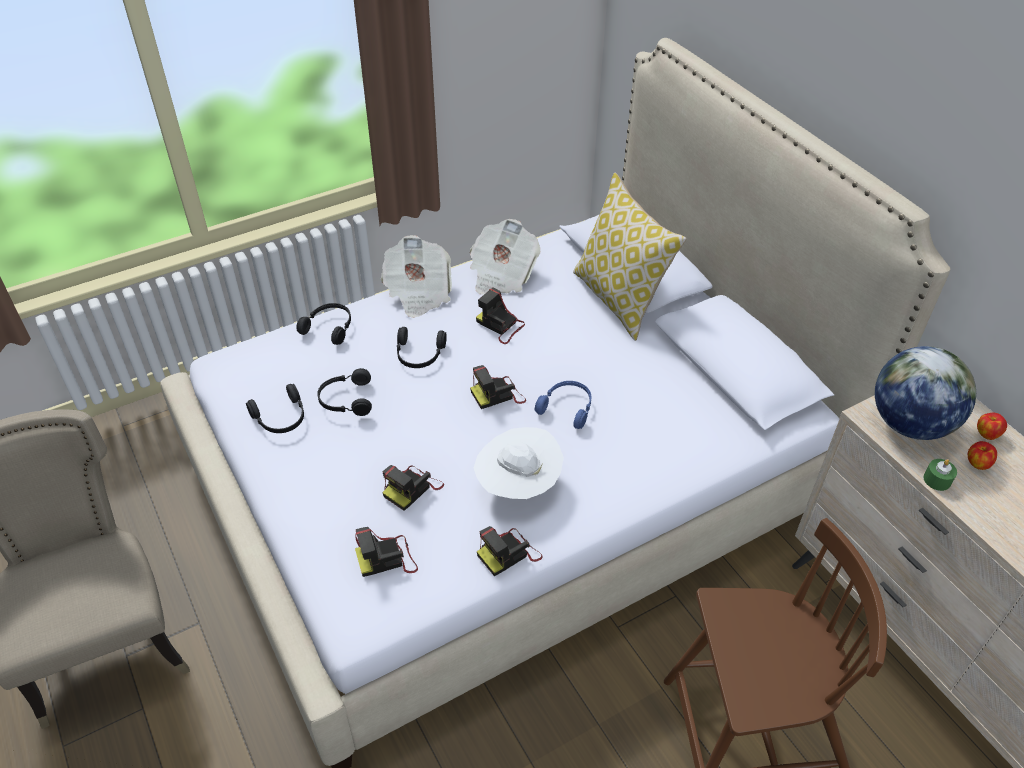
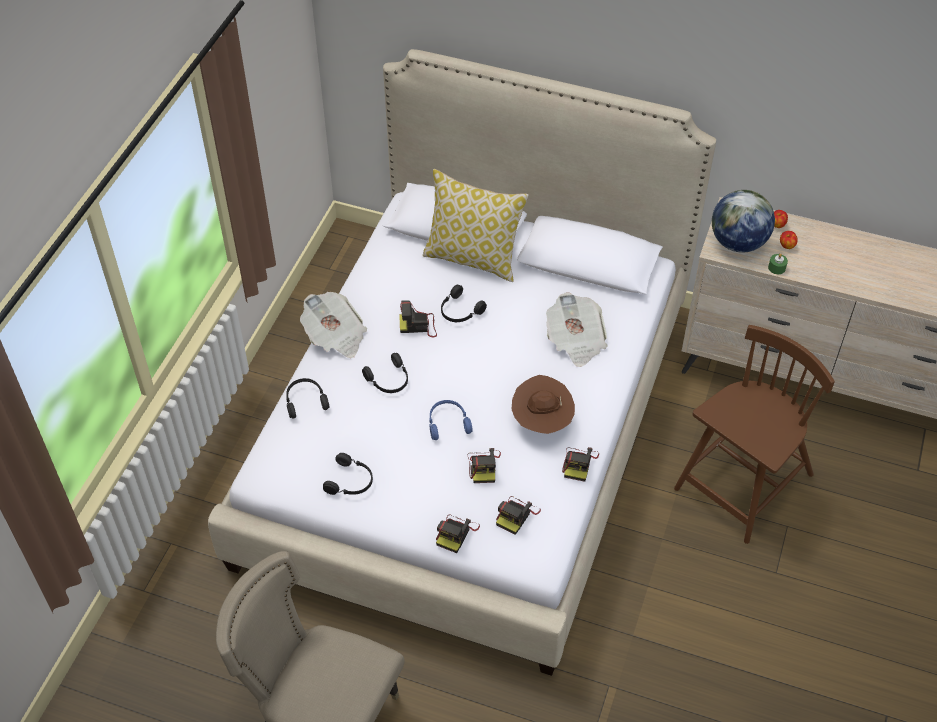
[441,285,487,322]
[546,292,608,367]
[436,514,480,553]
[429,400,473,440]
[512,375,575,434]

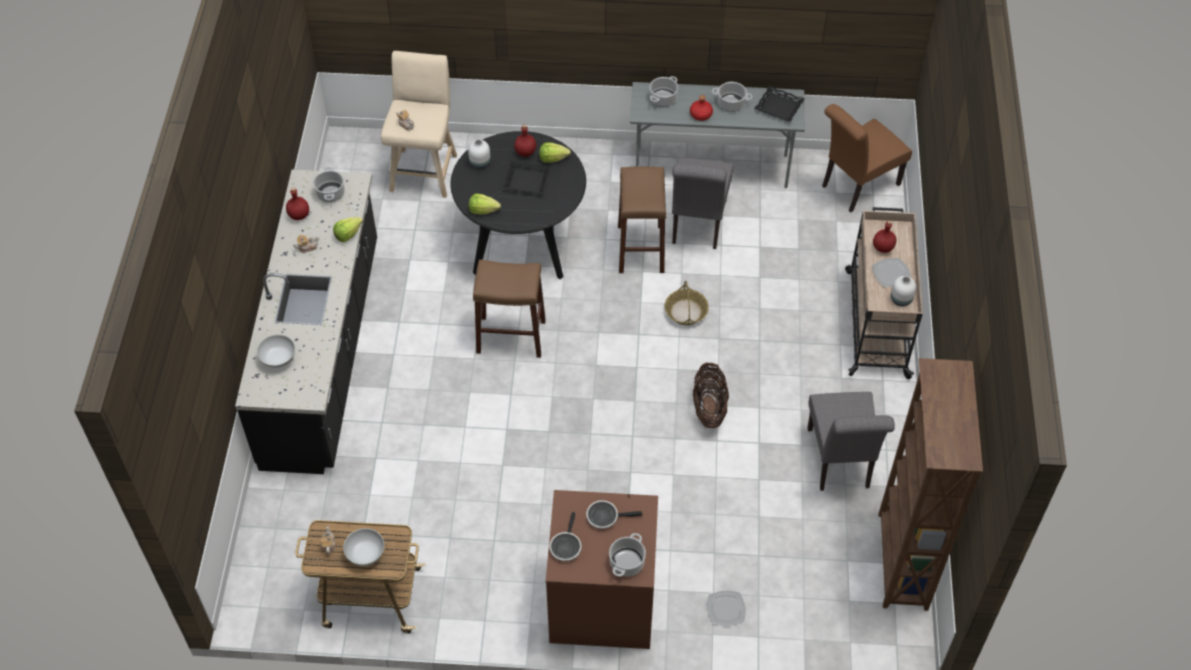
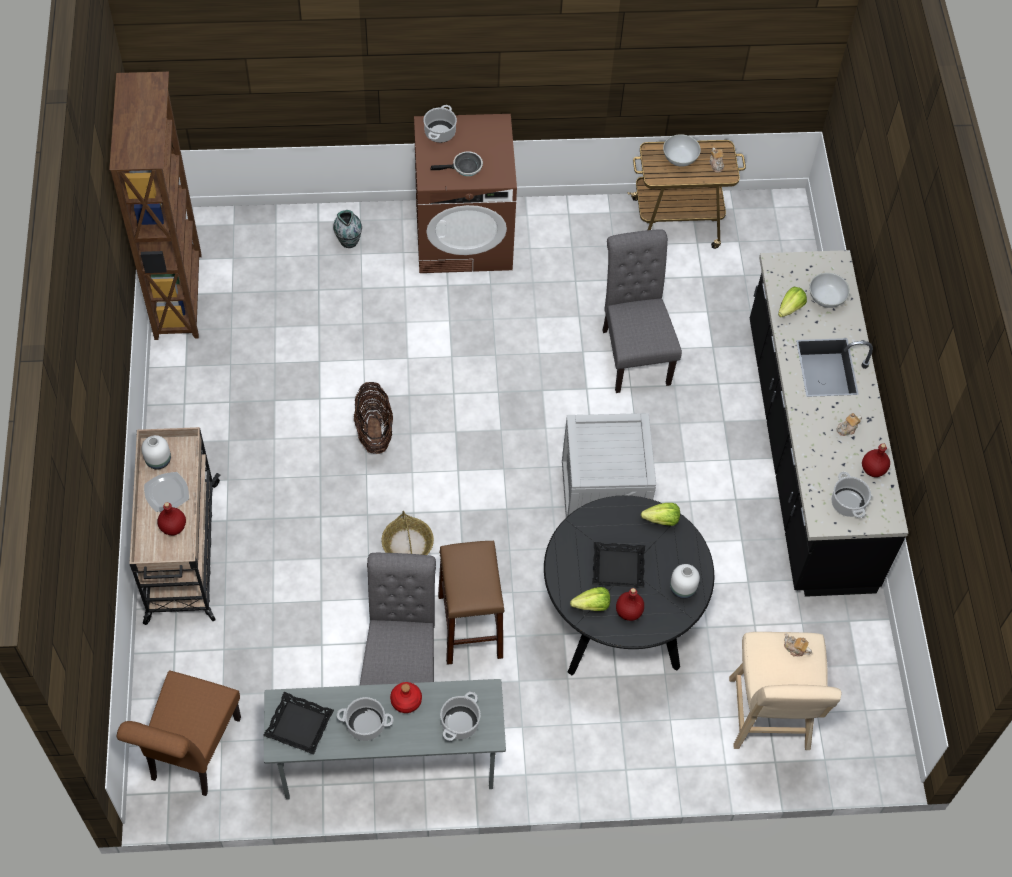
[549,512,581,561] (first image)
[778,287,807,317]
[602,229,682,393]
[562,413,656,517]
[333,210,362,248]
[117,670,241,796]

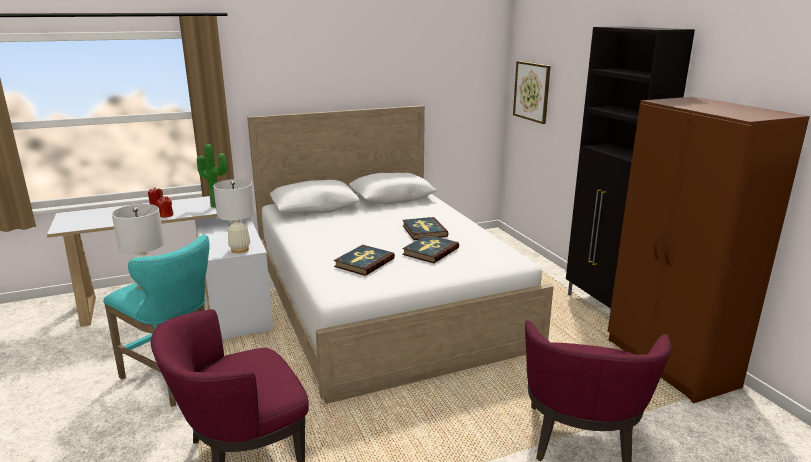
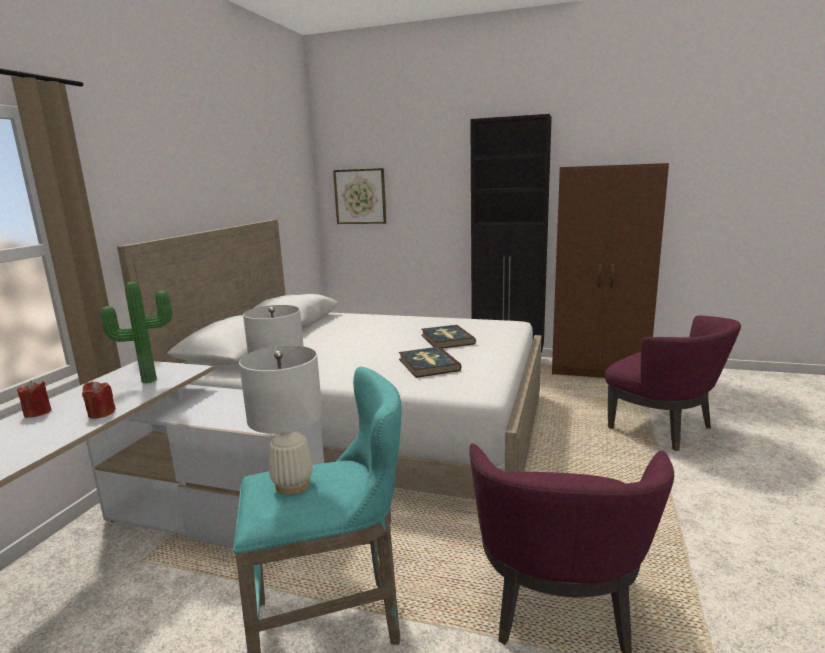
[402,217,448,240] (first image)

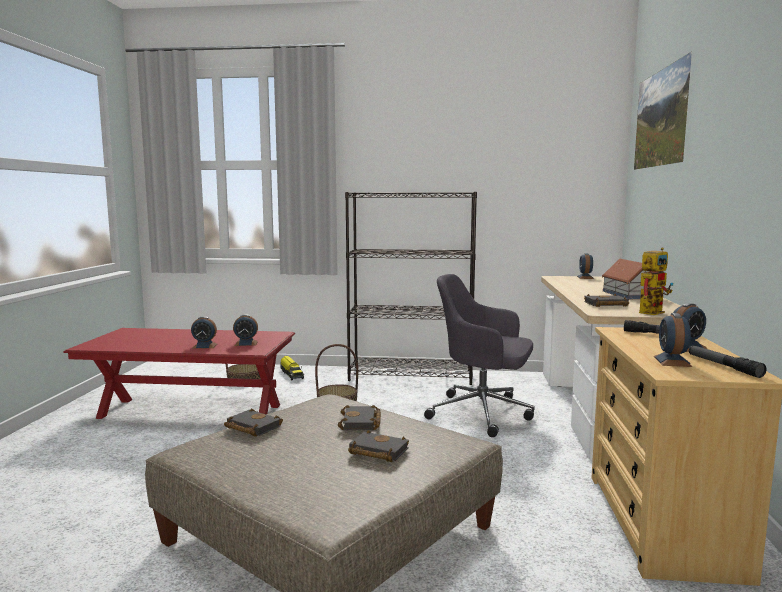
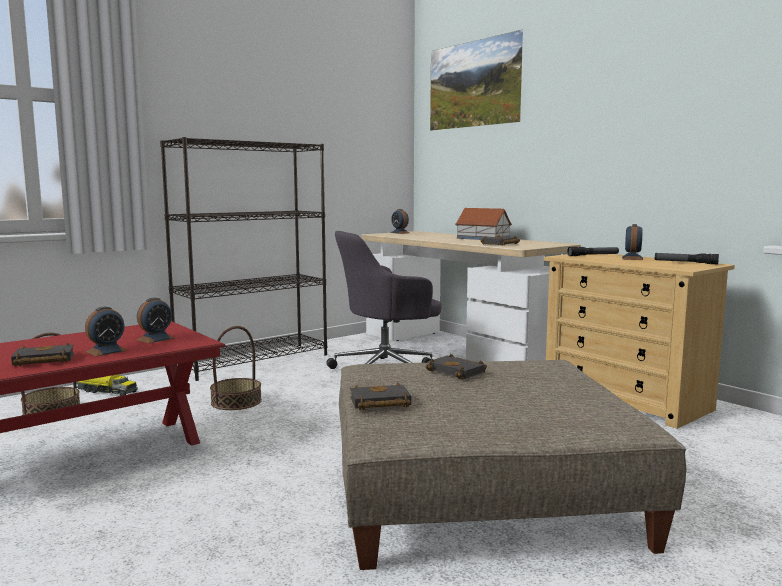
[639,247,673,315] (first image)
[654,313,692,367] (first image)
[11,342,74,367]

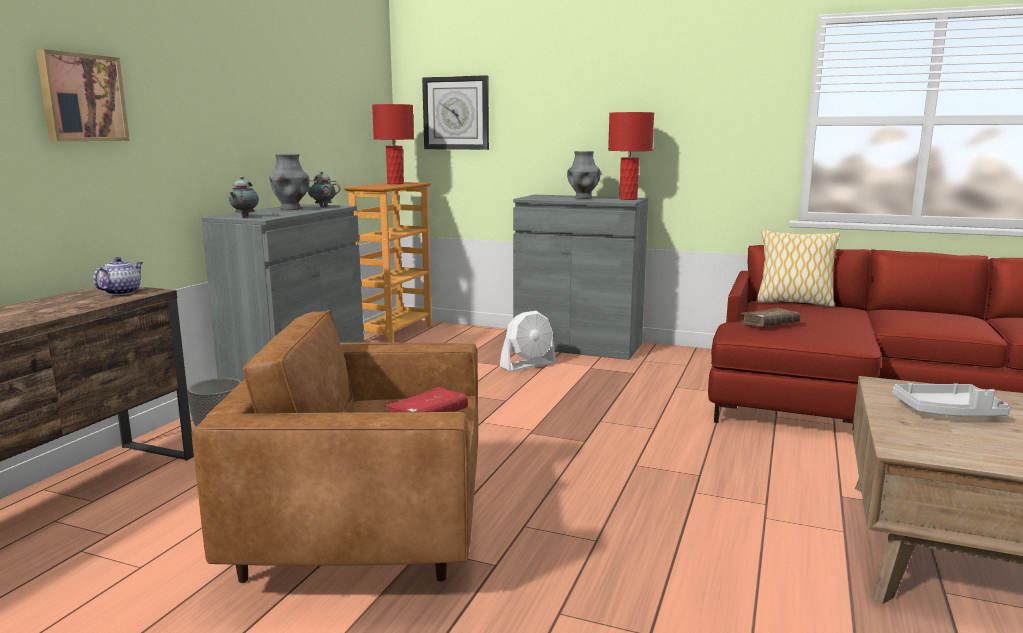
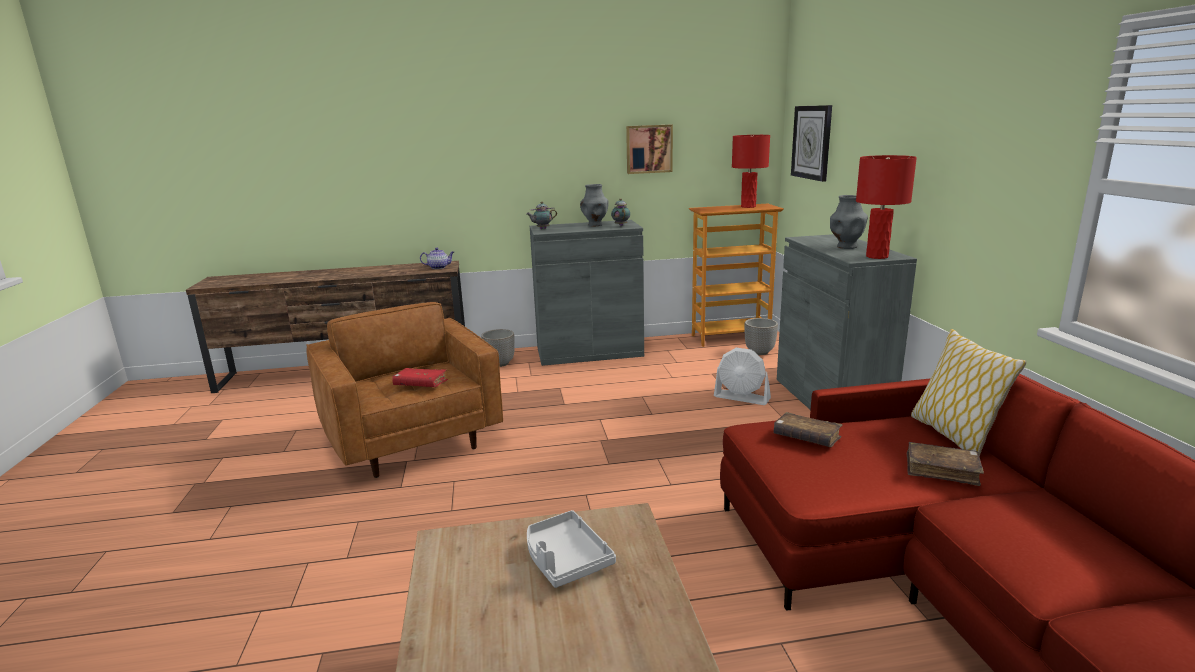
[744,318,778,355]
[907,442,984,486]
[626,125,673,174]

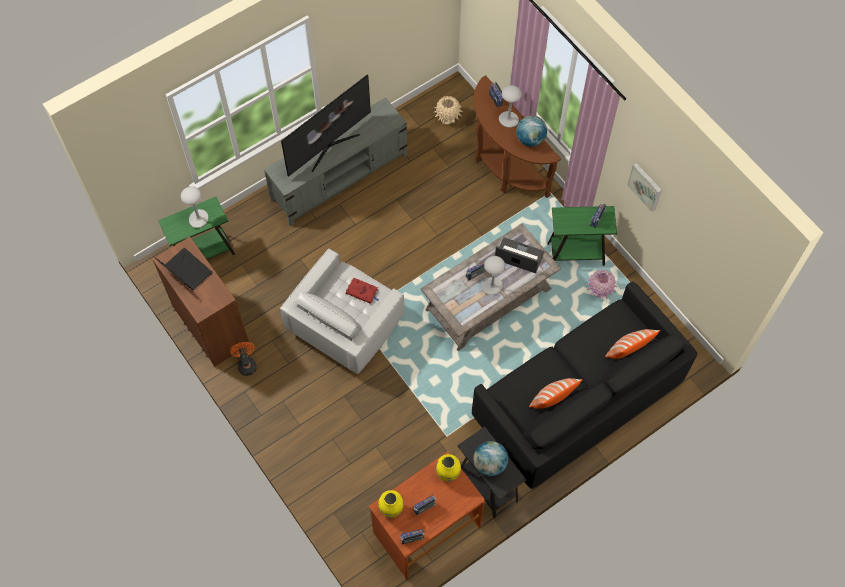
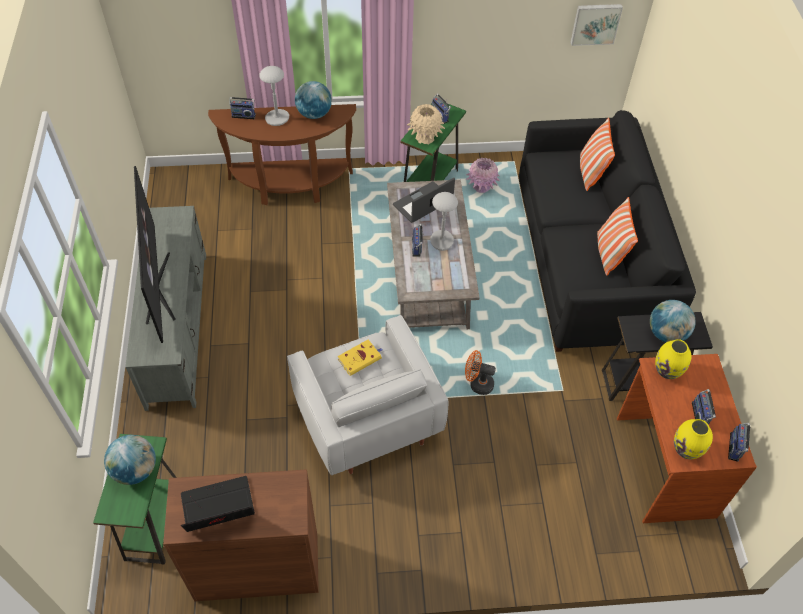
[465,350,496,395]
[407,104,445,145]
[570,4,623,46]
[104,435,156,485]
[338,339,382,376]

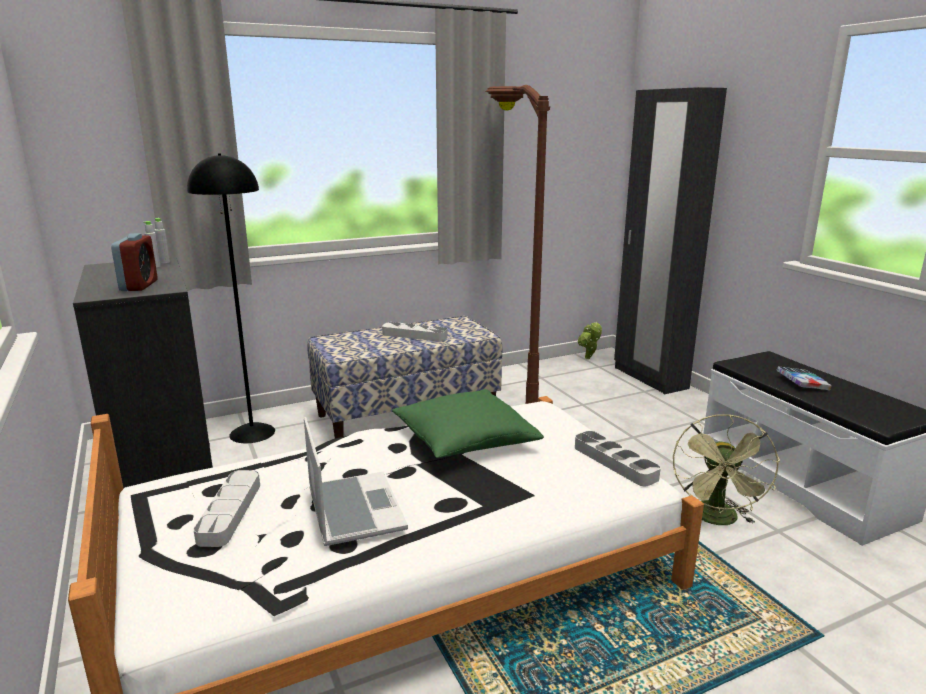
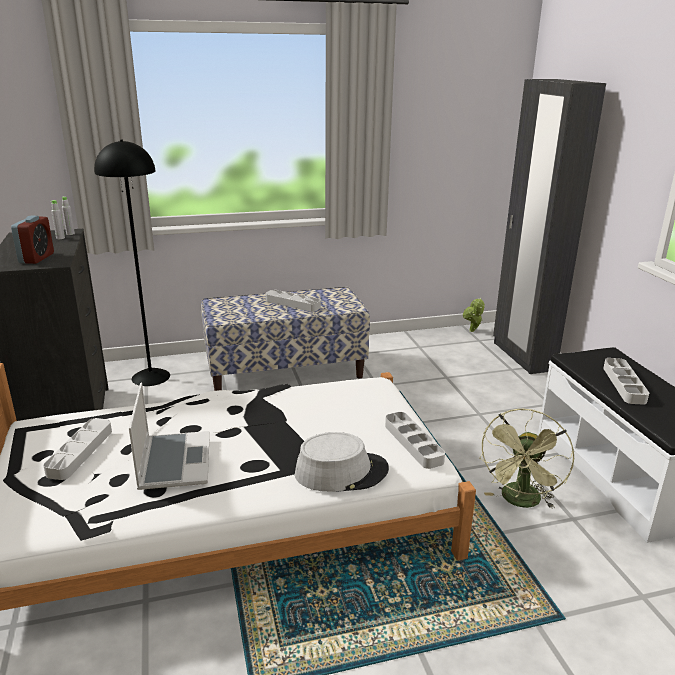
[392,389,544,458] (first image)
[485,85,550,404] (first image)
[295,432,389,492]
[603,358,649,405]

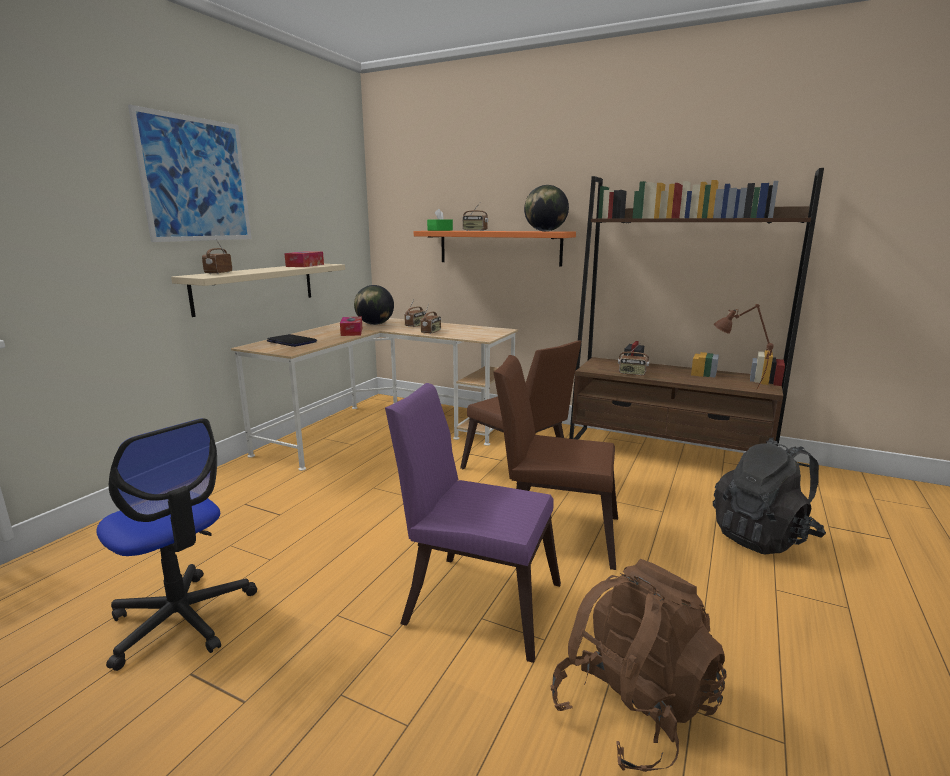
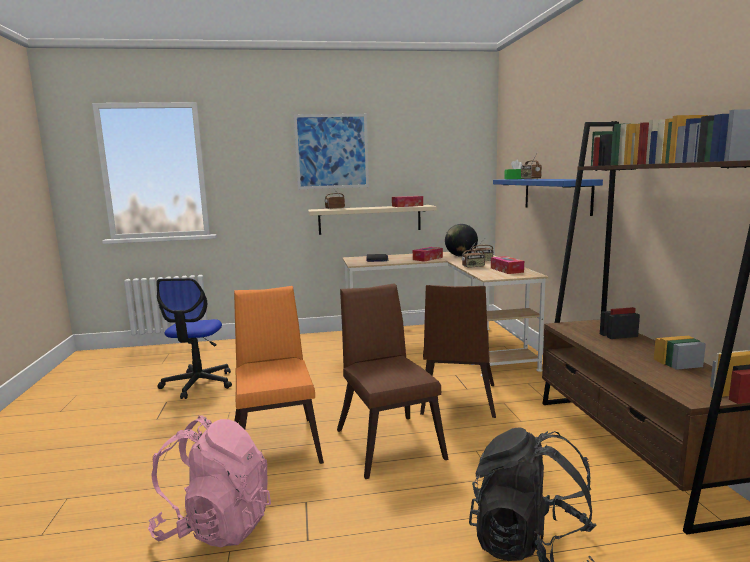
[524,185,569,231] (first image)
[618,343,649,376] (first image)
[714,304,774,390] (first image)
[491,256,524,274]
[234,286,324,464]
[493,179,603,216]
[148,416,271,547]

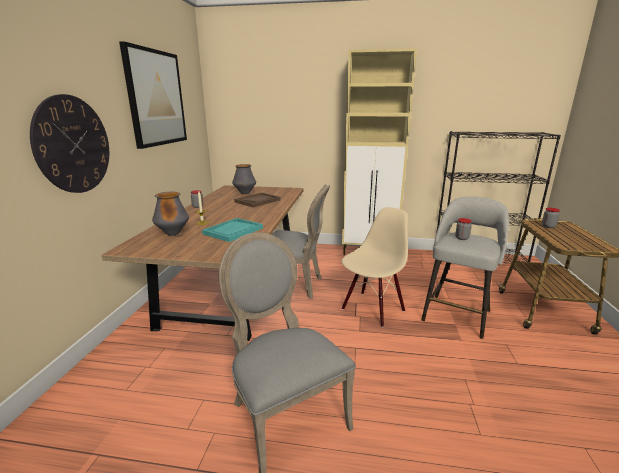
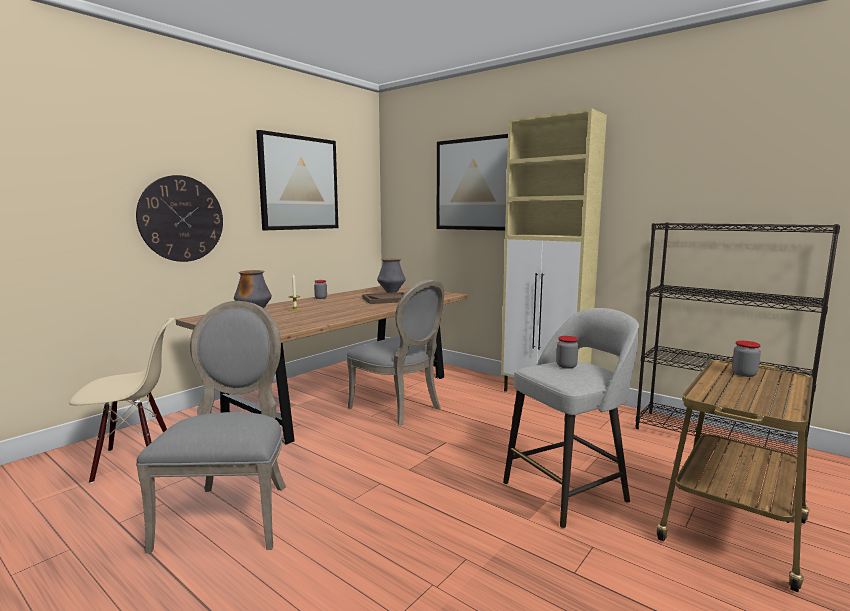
[202,218,263,242] (first image)
[436,134,508,231]
[69,318,174,483]

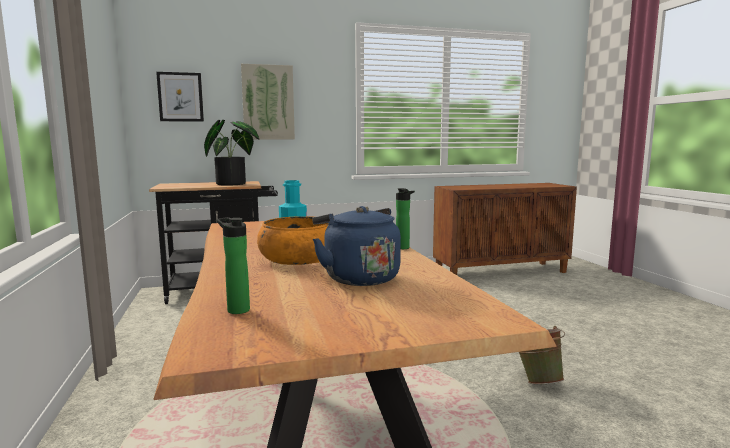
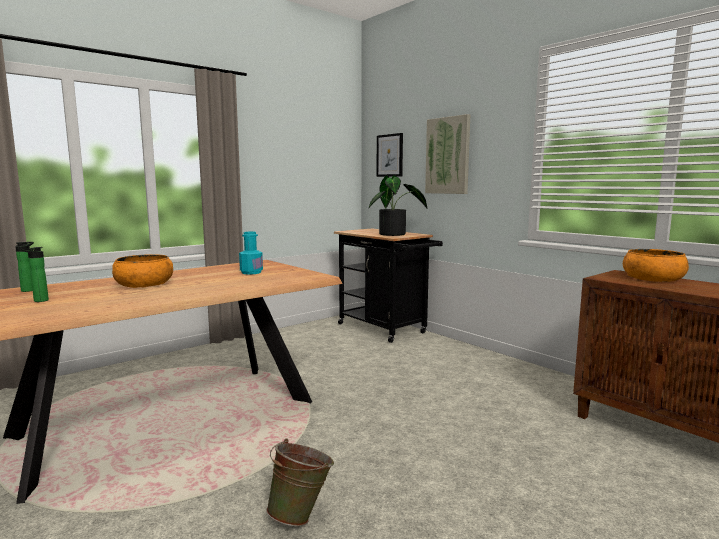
[312,206,401,286] (first image)
[623,249,689,282]
[21,247,49,302]

